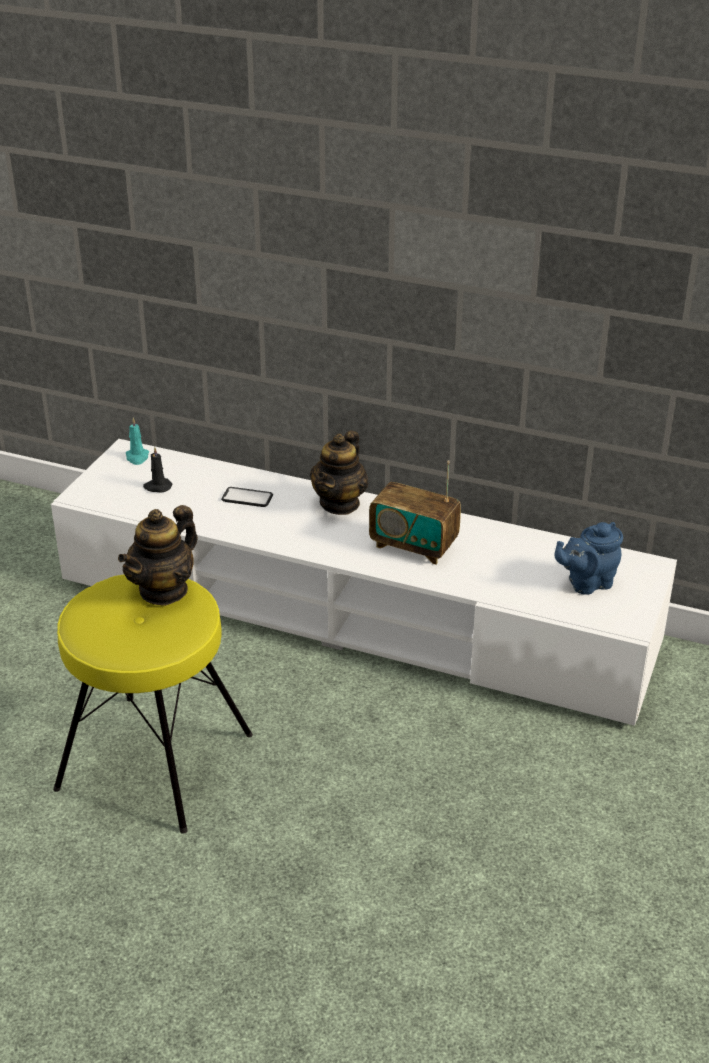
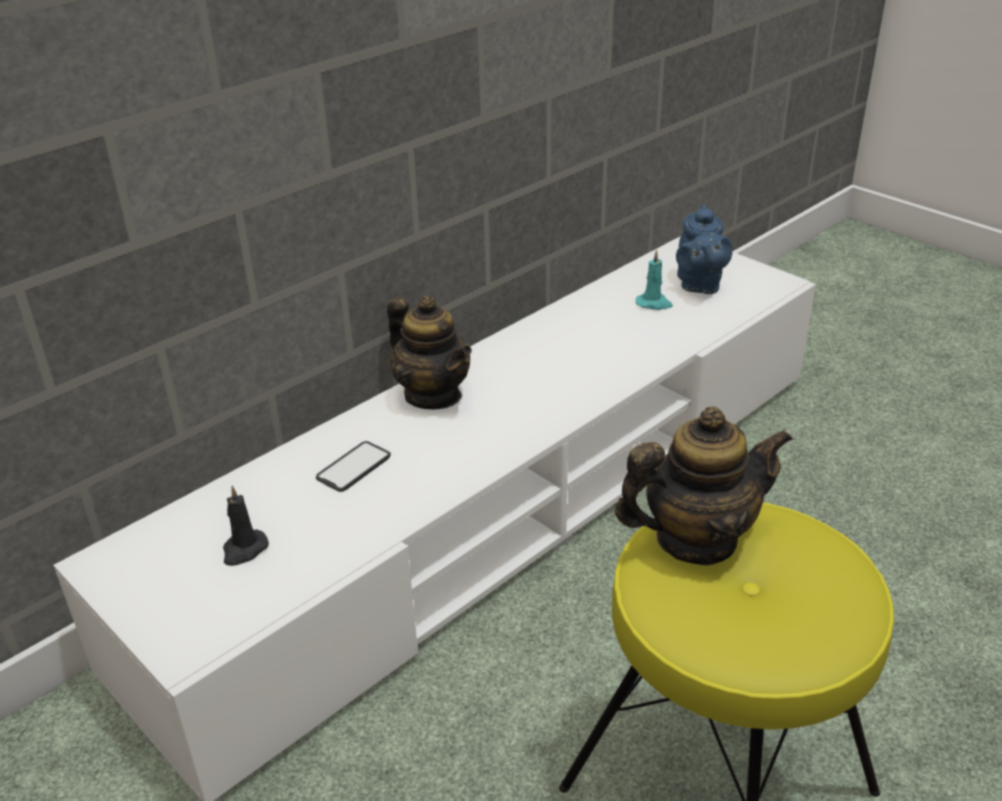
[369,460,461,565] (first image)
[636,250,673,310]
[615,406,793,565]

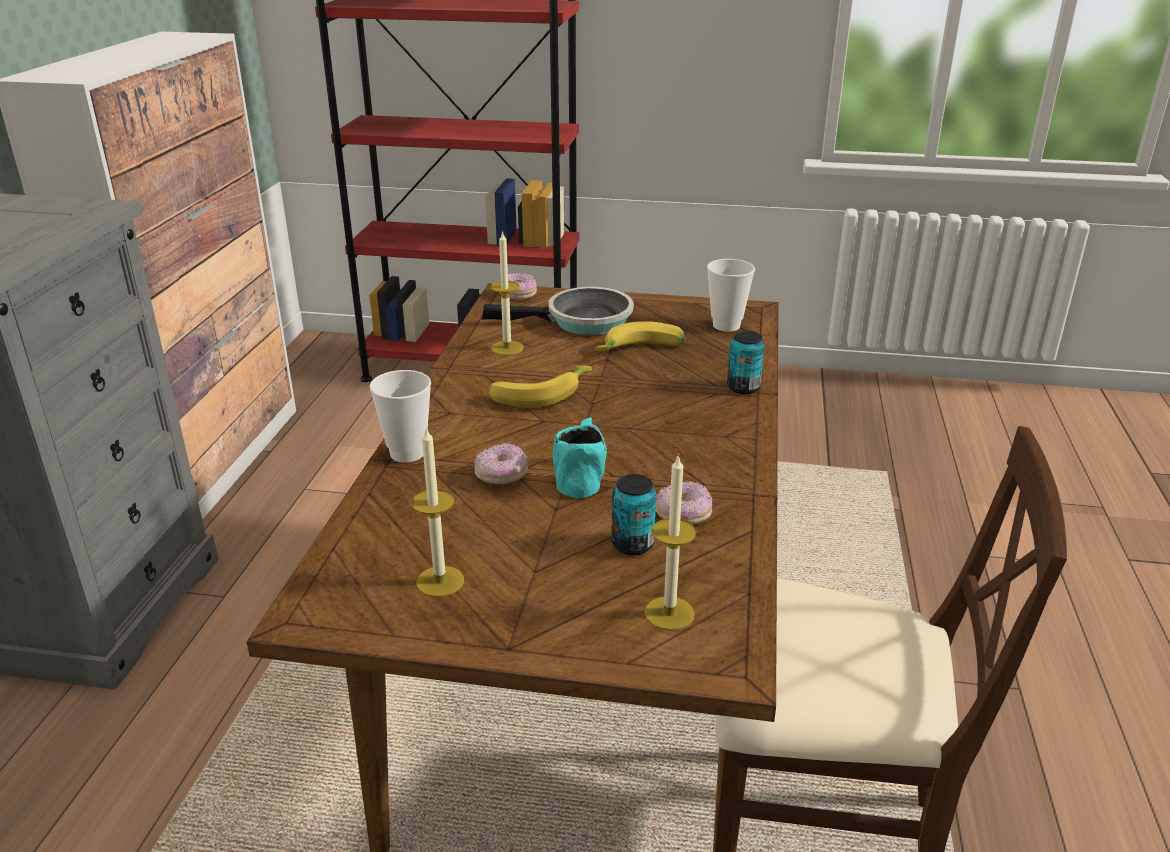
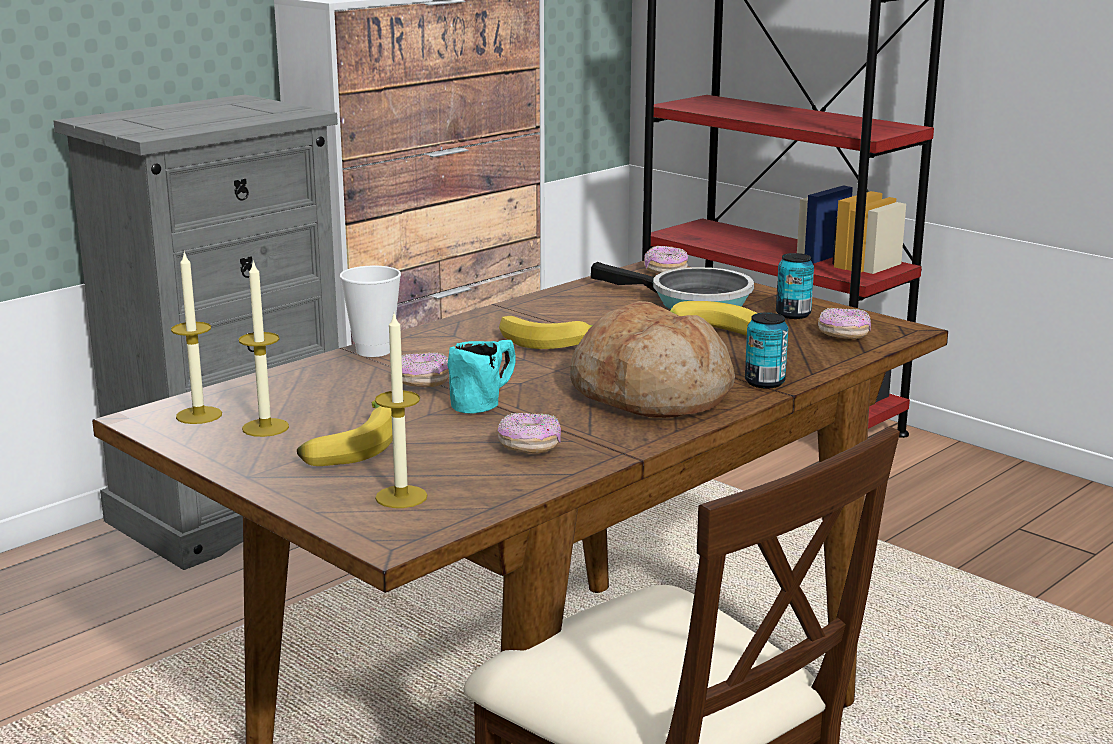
[297,400,393,466]
[570,301,735,418]
[171,251,222,424]
[776,253,814,319]
[818,308,871,339]

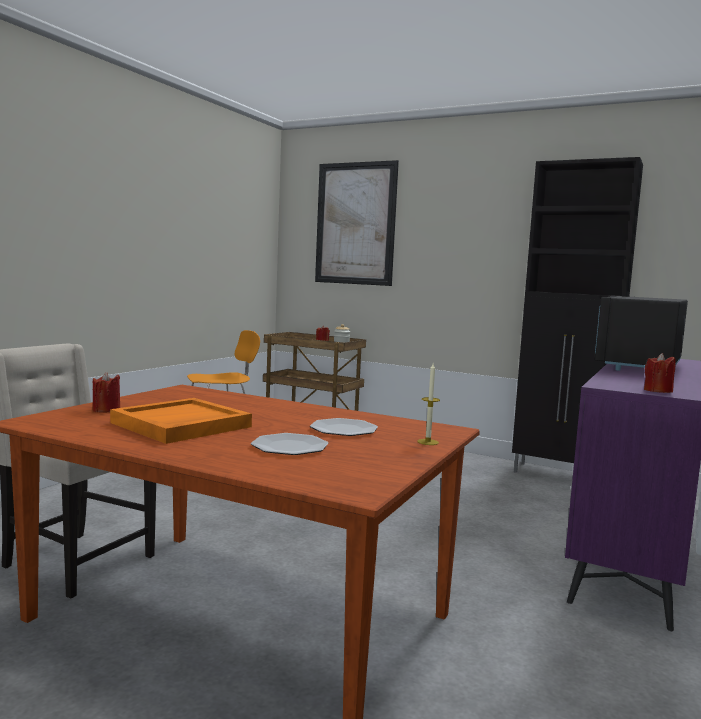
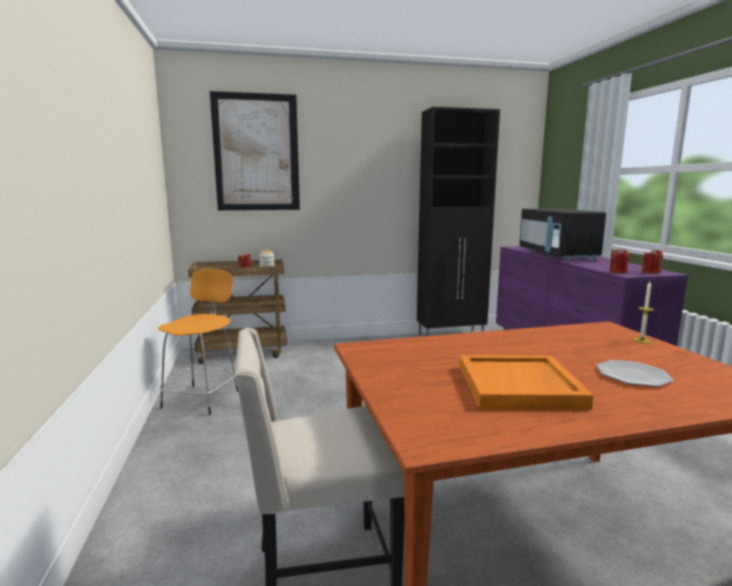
[310,418,378,436] (first image)
[610,248,630,273]

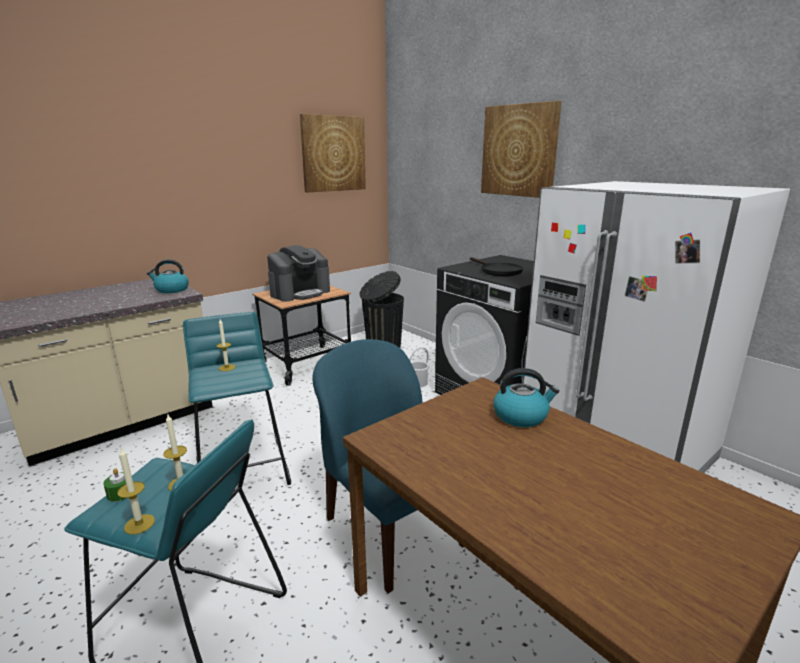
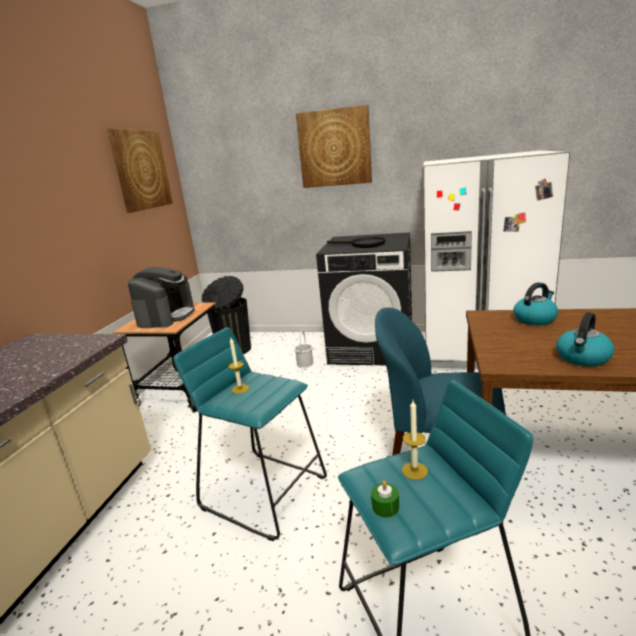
[117,448,155,534] (first image)
[556,312,614,366]

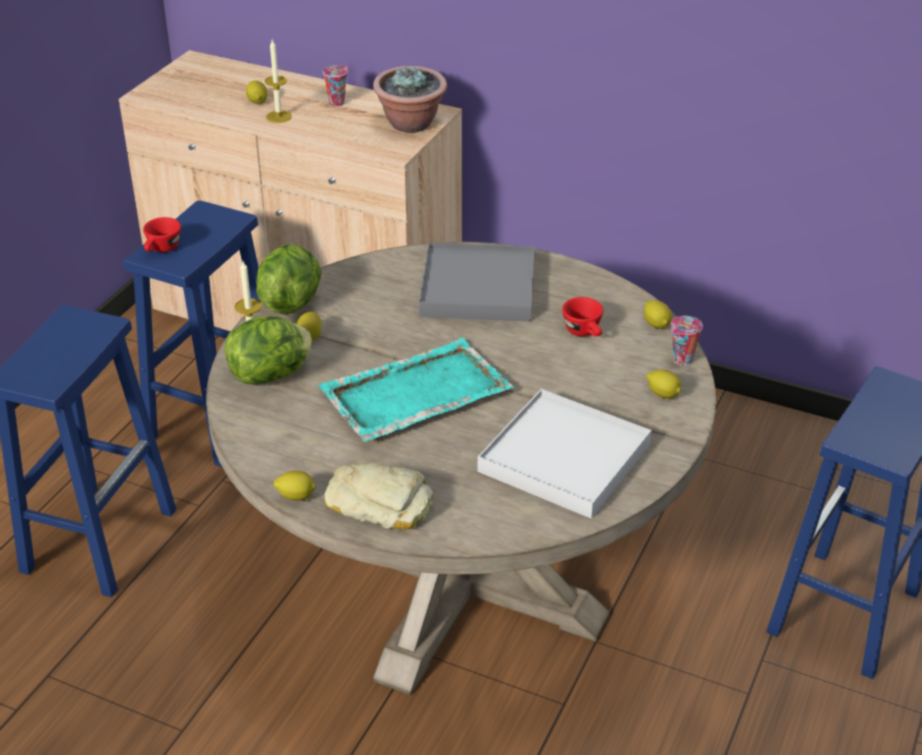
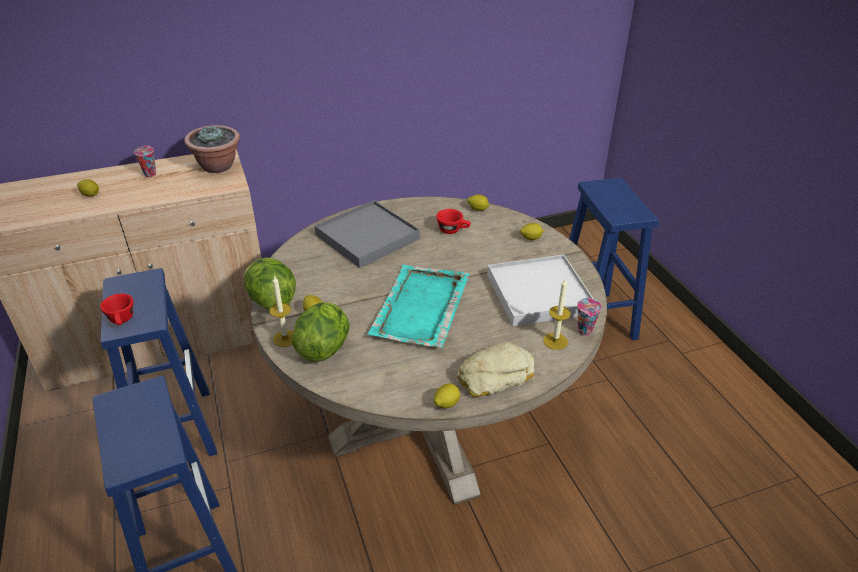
[543,279,571,350]
[577,298,602,336]

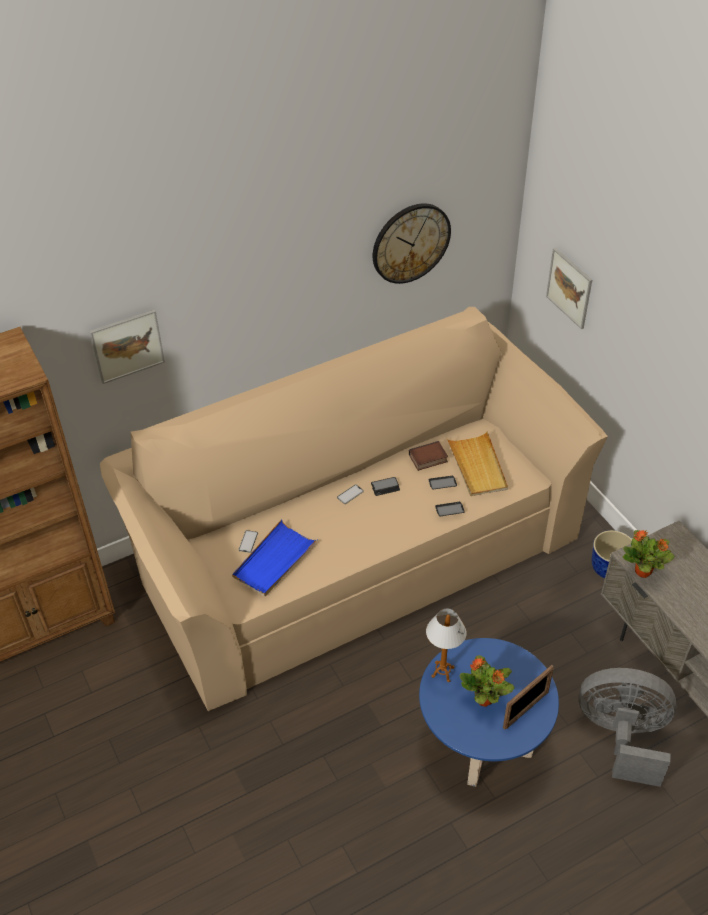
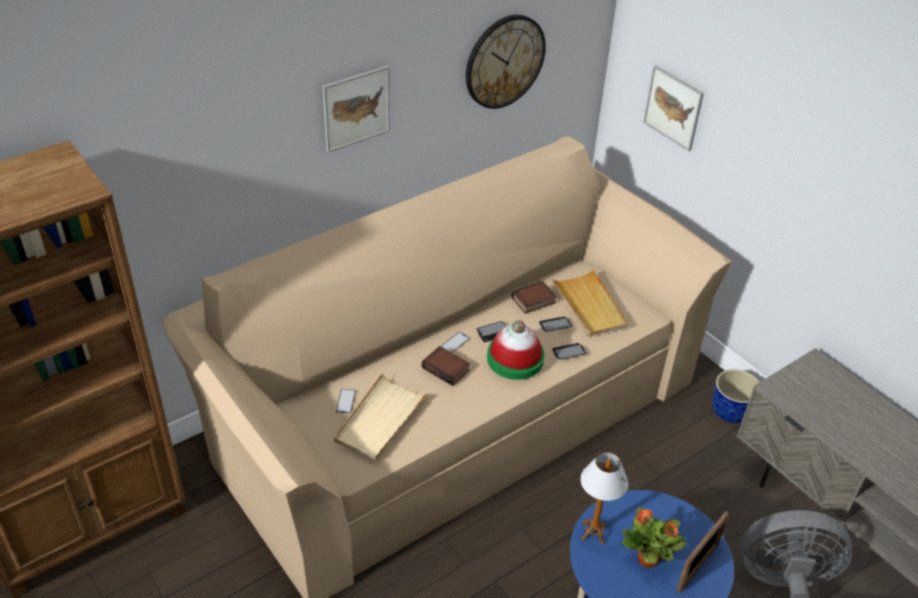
[623,530,675,578] (first image)
[422,346,470,386]
[487,320,544,380]
[322,66,390,153]
[334,373,428,461]

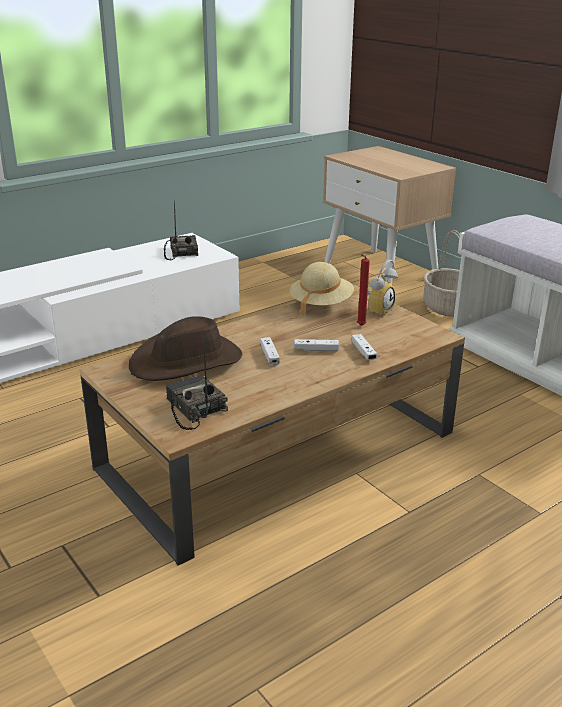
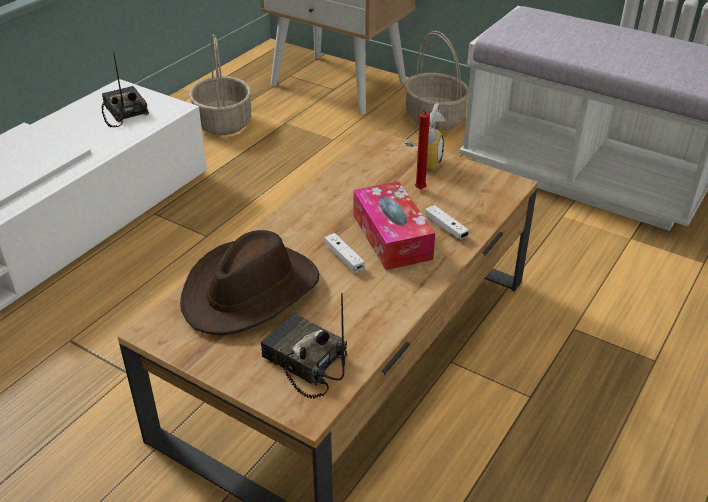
[289,262,354,316] (first image)
[189,34,252,135]
[354,181,435,270]

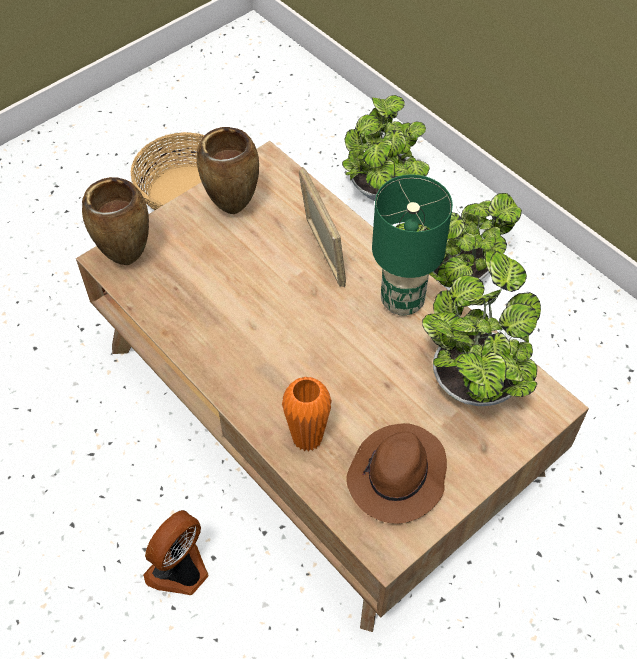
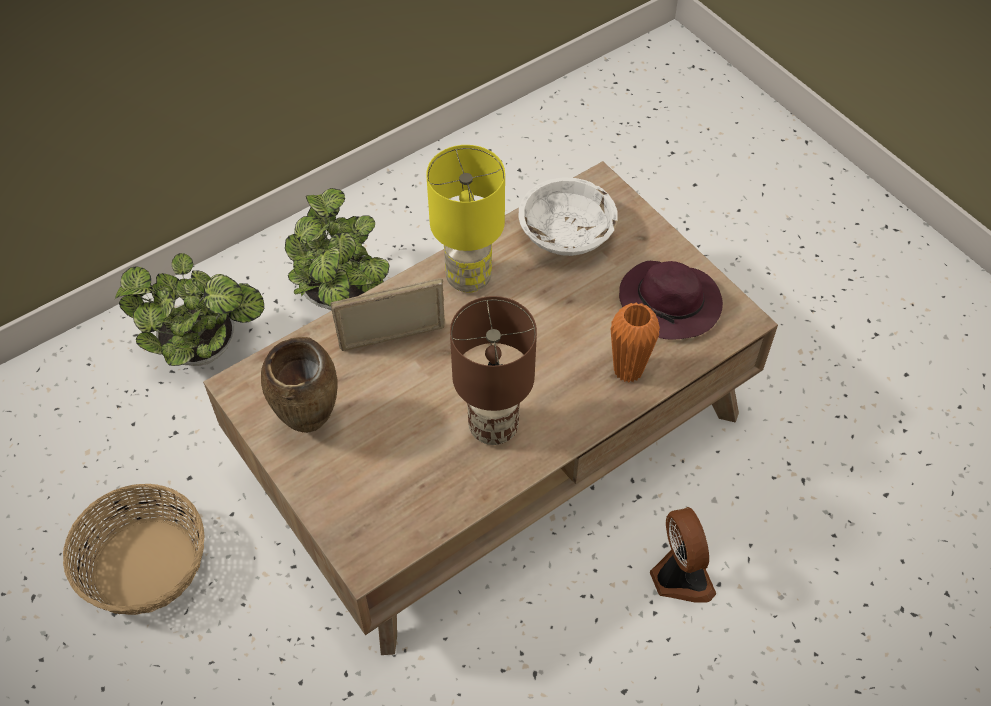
[82,177,149,265] (first image)
[450,296,537,445]
[518,177,618,256]
[619,261,723,340]
[426,145,505,293]
[650,507,716,603]

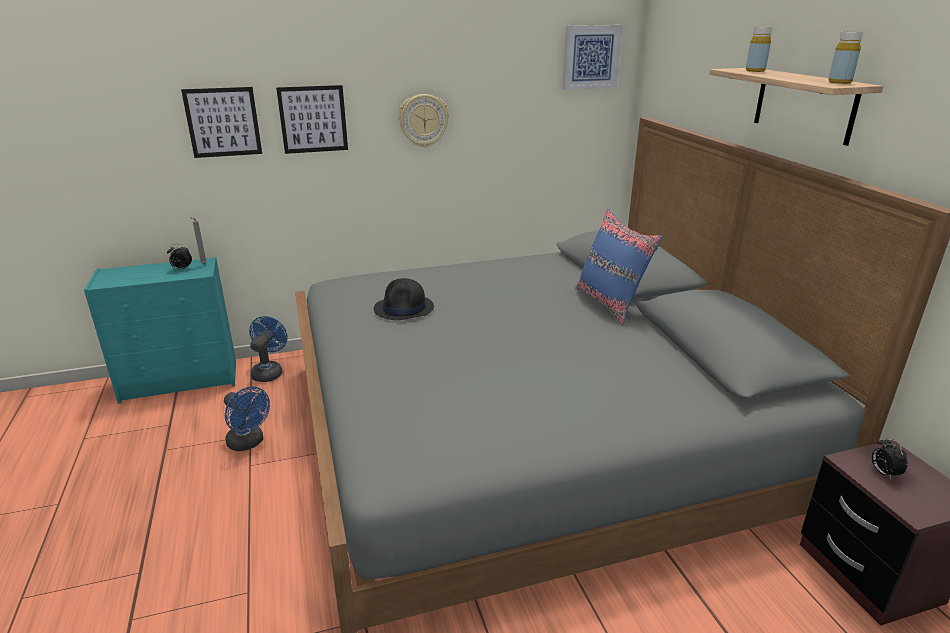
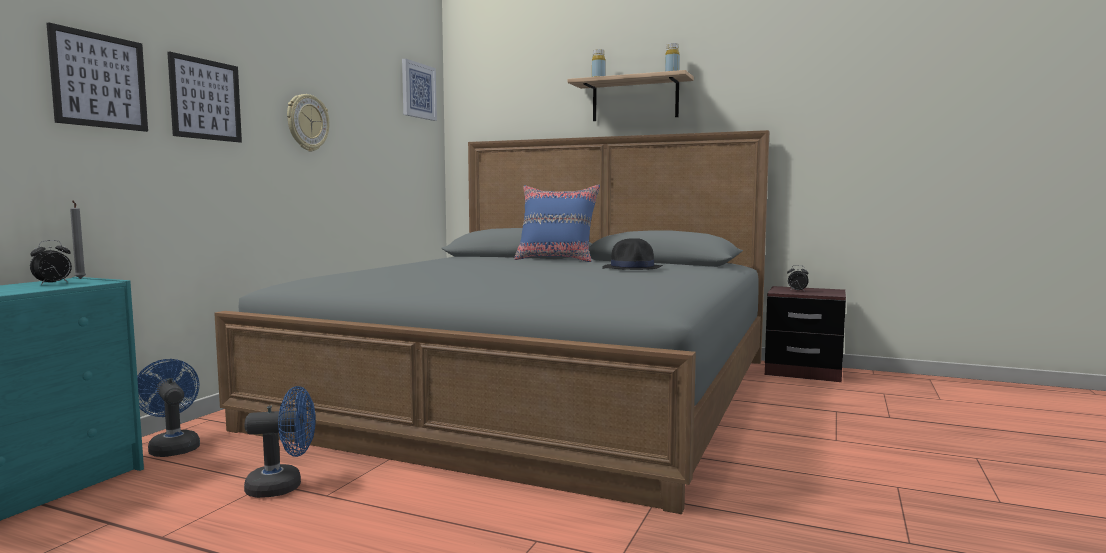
[602,239,663,270]

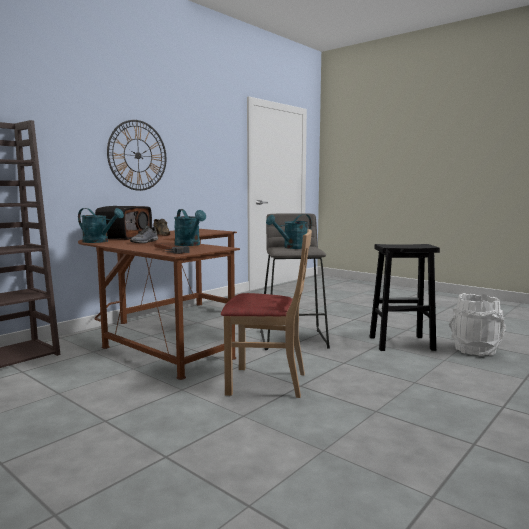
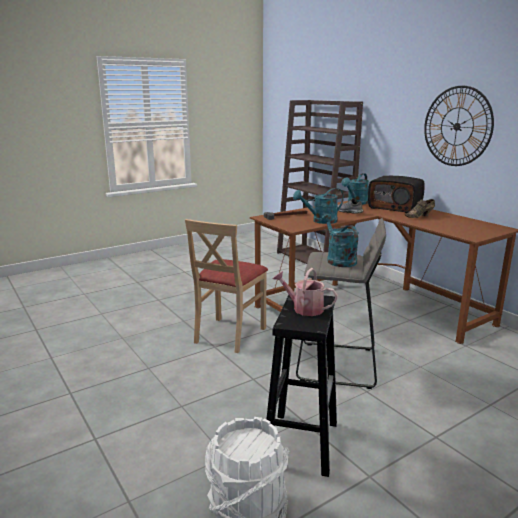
[273,268,338,316]

